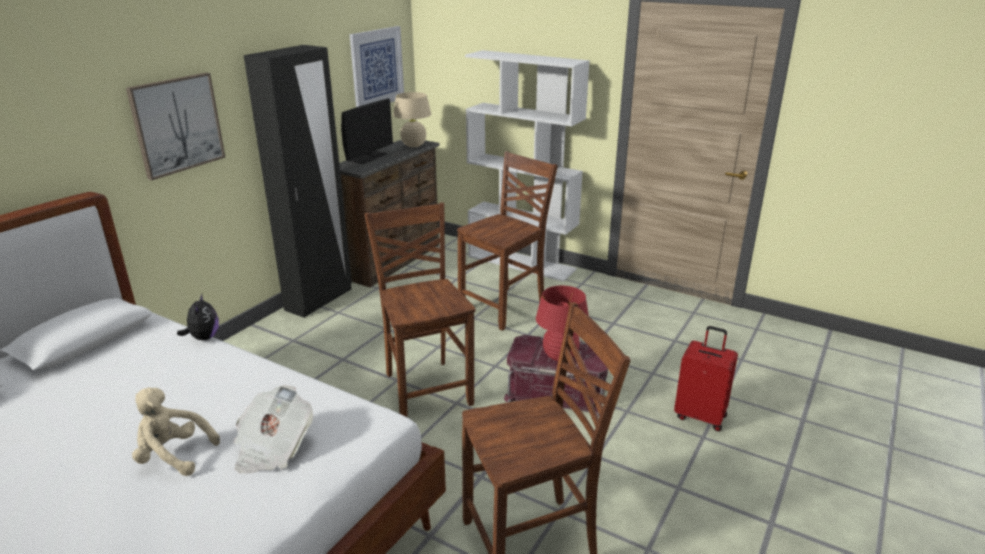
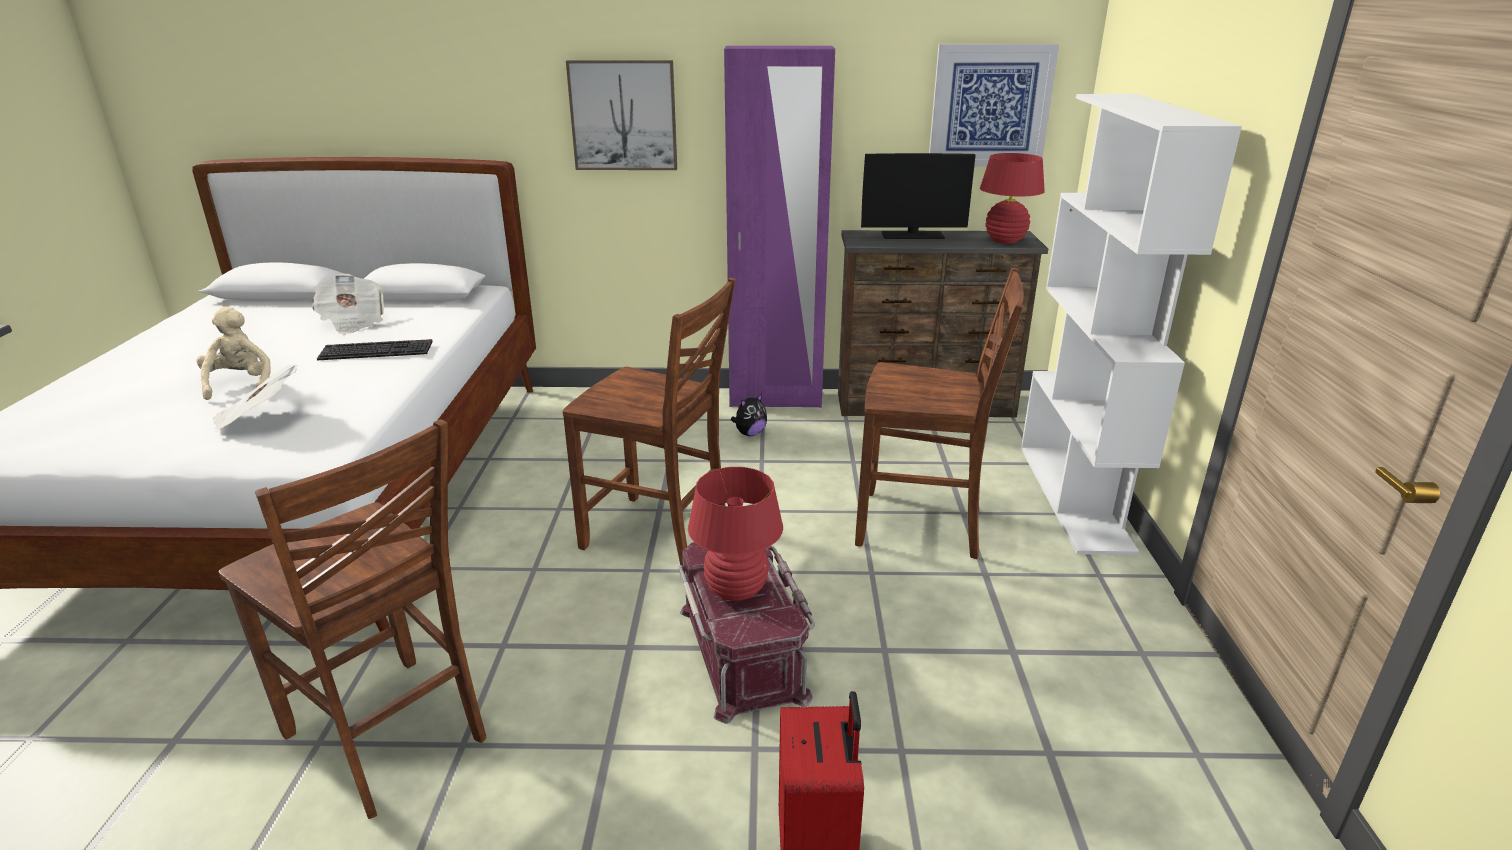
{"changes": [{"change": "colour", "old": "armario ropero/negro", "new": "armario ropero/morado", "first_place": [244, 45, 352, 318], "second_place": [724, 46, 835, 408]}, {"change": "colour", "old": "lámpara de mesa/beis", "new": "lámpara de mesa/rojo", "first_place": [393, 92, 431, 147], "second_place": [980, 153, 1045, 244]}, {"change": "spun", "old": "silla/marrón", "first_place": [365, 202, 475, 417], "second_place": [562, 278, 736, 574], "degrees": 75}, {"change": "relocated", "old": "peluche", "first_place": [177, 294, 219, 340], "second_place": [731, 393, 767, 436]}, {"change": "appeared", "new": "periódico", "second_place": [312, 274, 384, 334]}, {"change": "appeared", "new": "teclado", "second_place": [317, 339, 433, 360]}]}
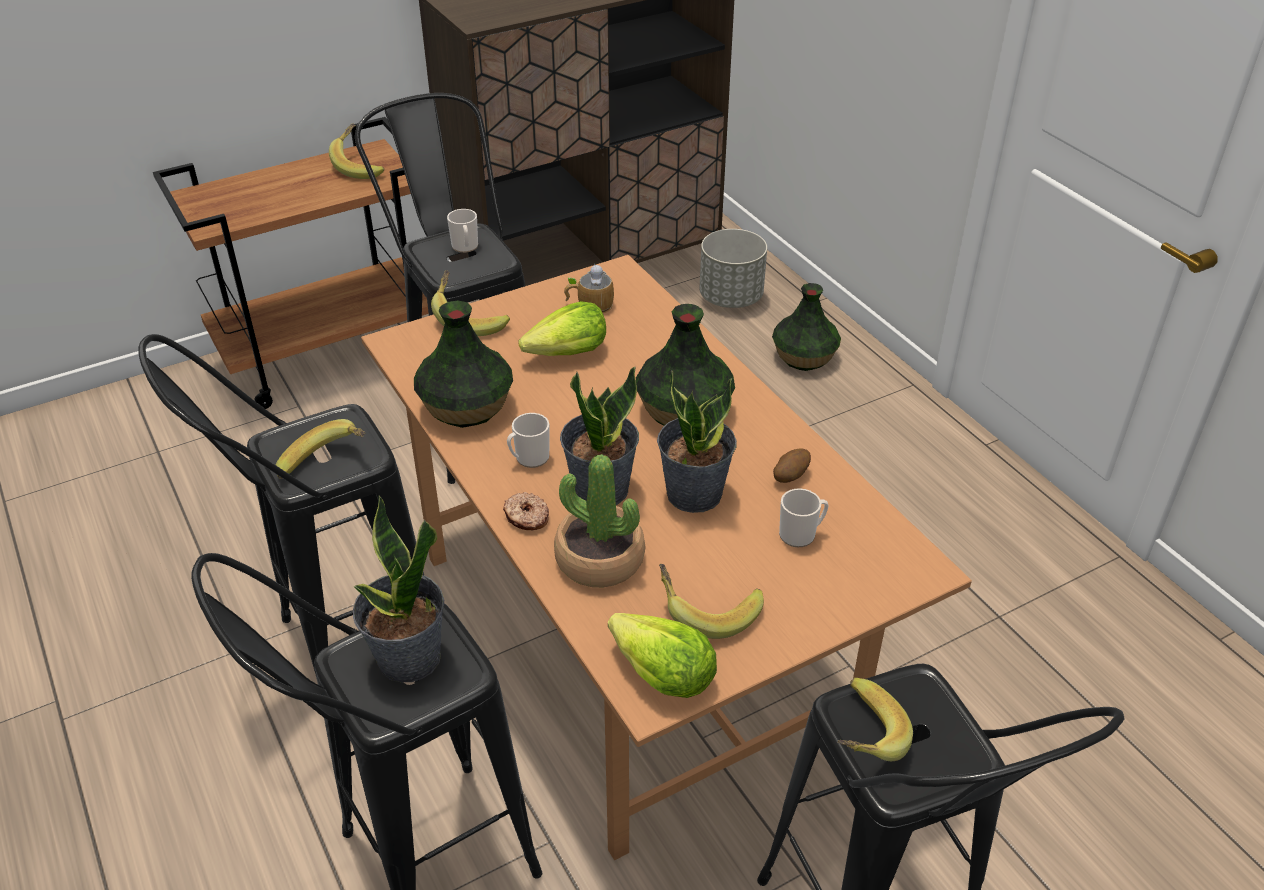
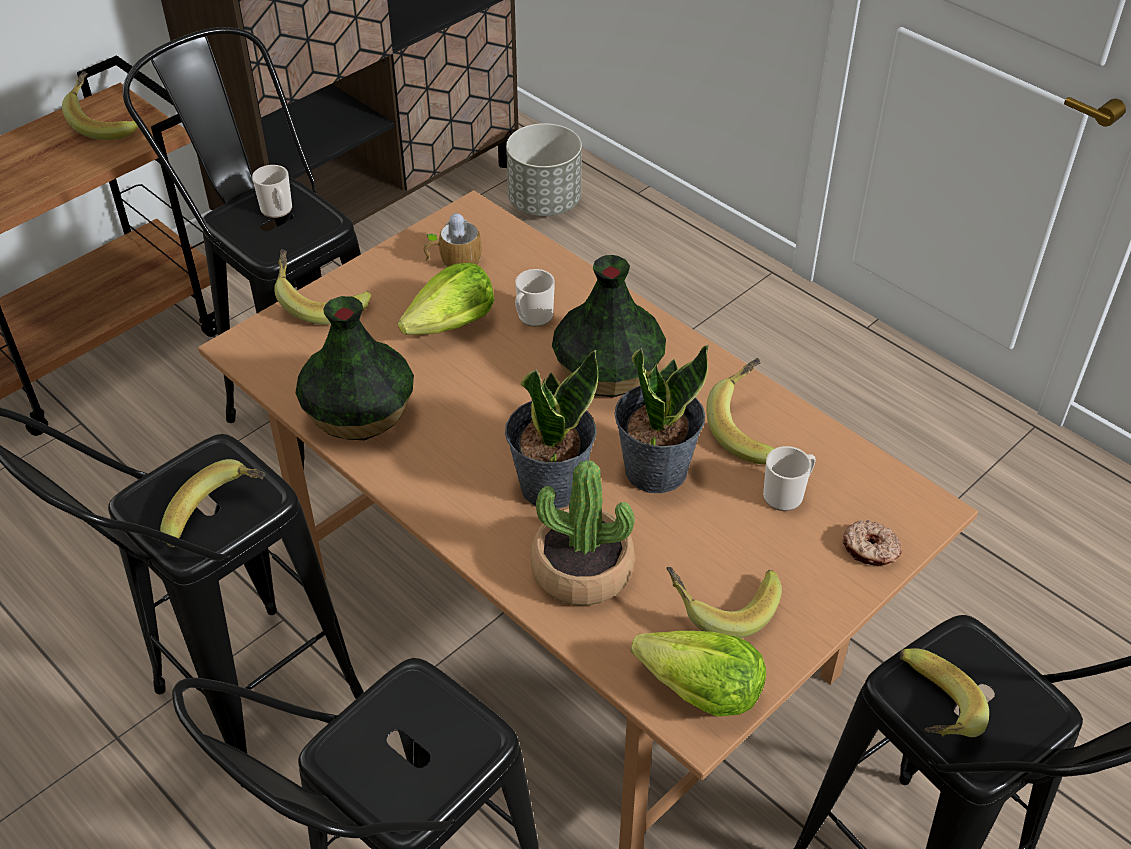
{"changes": [{"change": "missing", "old": "florero", "first_place": [772, 283, 841, 371]}, {"change": "relocated", "old": "taza grande", "first_place": [507, 413, 549, 468], "second_place": [515, 269, 555, 327]}, {"change": "exchanged", "old": "patata", "new": "plátano", "first_place": [773, 448, 811, 483], "second_place": [706, 358, 775, 464]}, {"change": "relocated", "old": "rosquilla", "first_place": [503, 492, 549, 531], "second_place": [843, 520, 902, 566]}, {"change": "missing", "old": "planta en maceta", "first_place": [353, 496, 444, 682]}]}
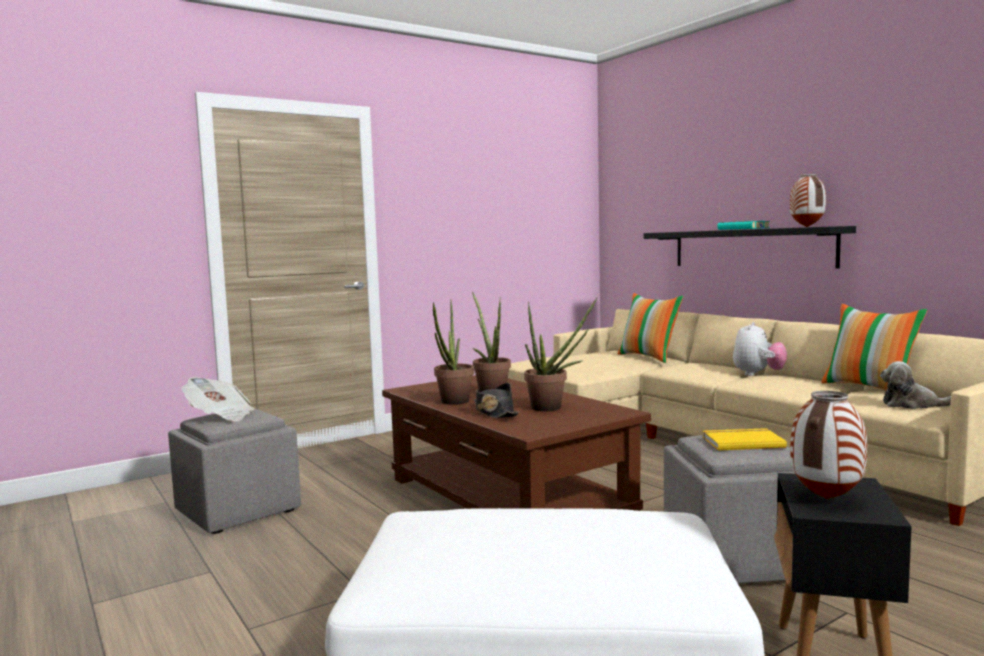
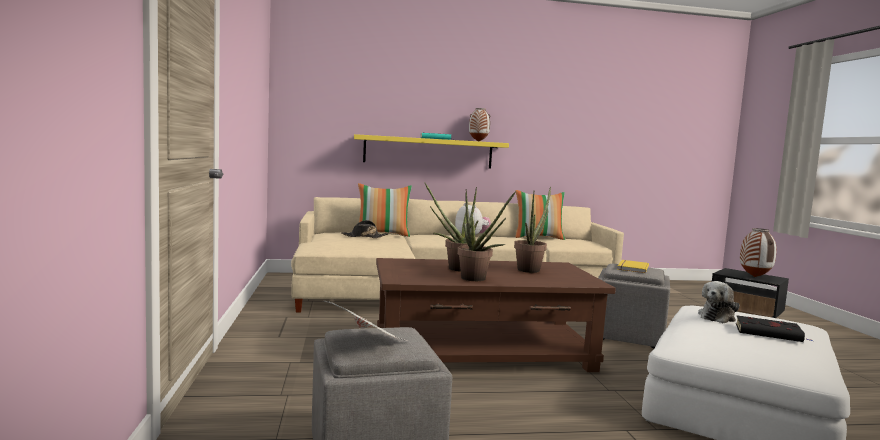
{"changes": [{"change": "colour", "old": "estante/negro", "new": "estante/amarillo", "first_place": [644, 226, 856, 269], "second_place": [354, 134, 509, 168]}, {"change": "relocated", "old": "peluche", "first_place": [880, 361, 951, 409], "second_place": [698, 281, 740, 323]}, {"change": "relocated", "old": "sombrero/negro", "first_place": [474, 383, 519, 418], "second_place": [341, 220, 389, 238]}, {"change": "appeared", "new": "libro/negro", "second_place": [736, 315, 812, 342]}]}
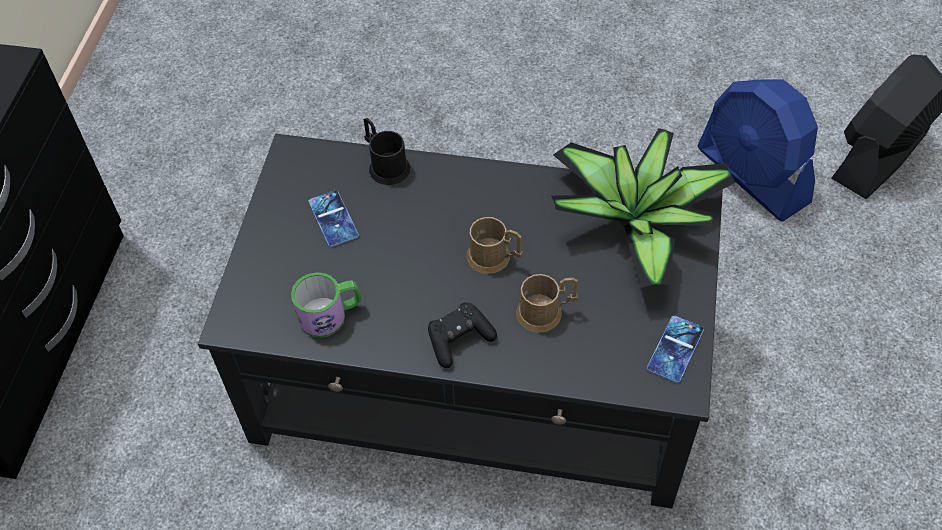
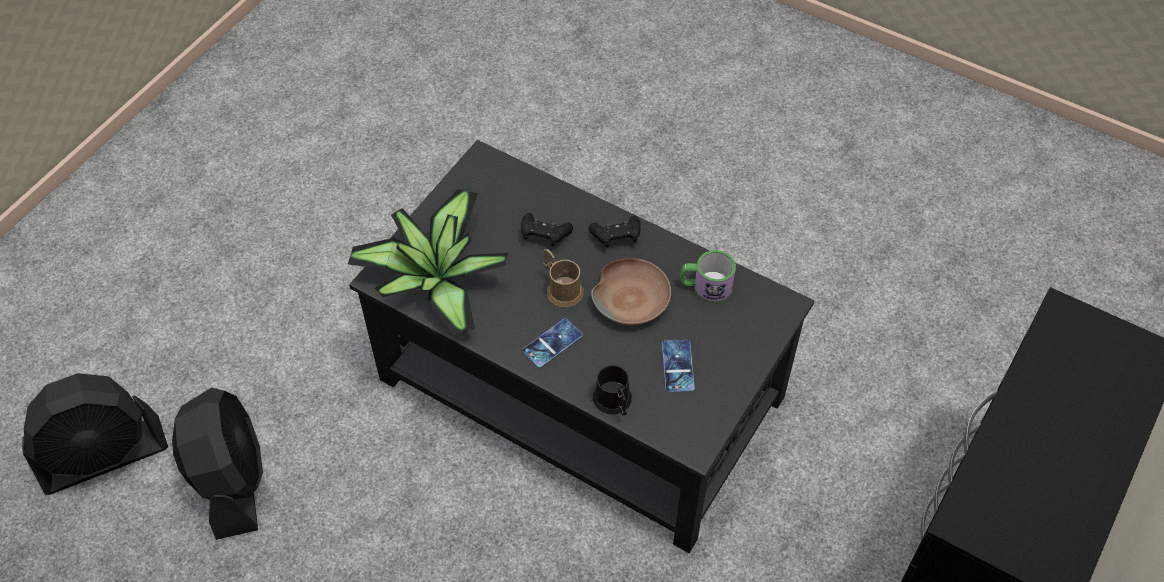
{"changes": [{"change": "colour", "old": "ventilador/azul", "new": "ventilador/negro", "first_place": [697, 79, 818, 221], "second_place": [172, 387, 263, 540]}, {"change": "exchanged", "old": "taza grande/marrón", "new": "mando de consola/negro", "first_place": [516, 274, 578, 333], "second_place": [521, 213, 573, 246]}, {"change": "relocated", "old": "móvil", "first_place": [647, 316, 704, 383], "second_place": [522, 318, 583, 368]}, {"change": "appeared", "new": "cuenco/marrón", "second_place": [591, 258, 671, 325]}]}
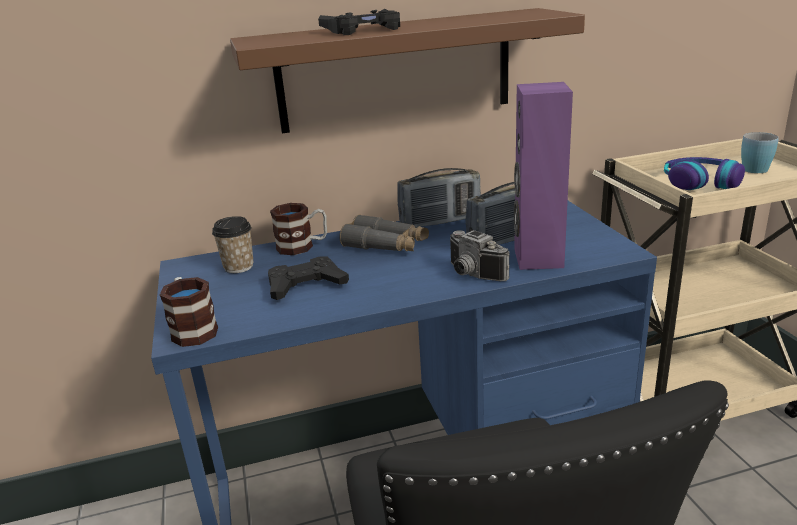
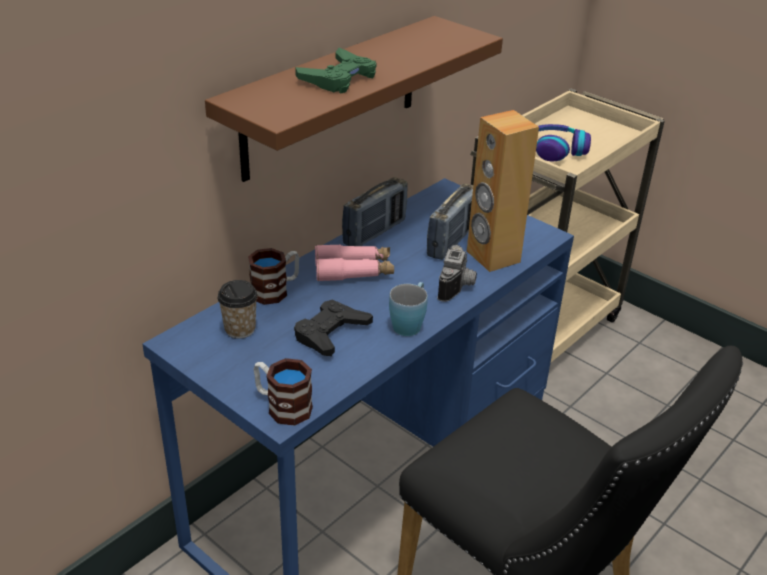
{"changes": [{"change": "colour", "old": "mando de consola/negro", "new": "mando de consola/verde", "first_place": [318, 9, 400, 35], "second_place": [295, 48, 376, 93]}, {"change": "colour", "old": "altavoz/morado", "new": "altavoz/marrón", "first_place": [514, 82, 573, 270], "second_place": [467, 110, 539, 272]}, {"change": "relocated", "old": "taza grande/azul", "first_place": [741, 132, 779, 173], "second_place": [389, 282, 428, 336]}, {"change": "colour", "old": "prismáticos/gris", "new": "prismáticos/rosa", "first_place": [340, 215, 429, 251], "second_place": [315, 244, 394, 282]}, {"change": "spun", "old": "cámara", "first_place": [450, 230, 509, 281], "second_place": [437, 245, 477, 302], "degrees": -90}]}
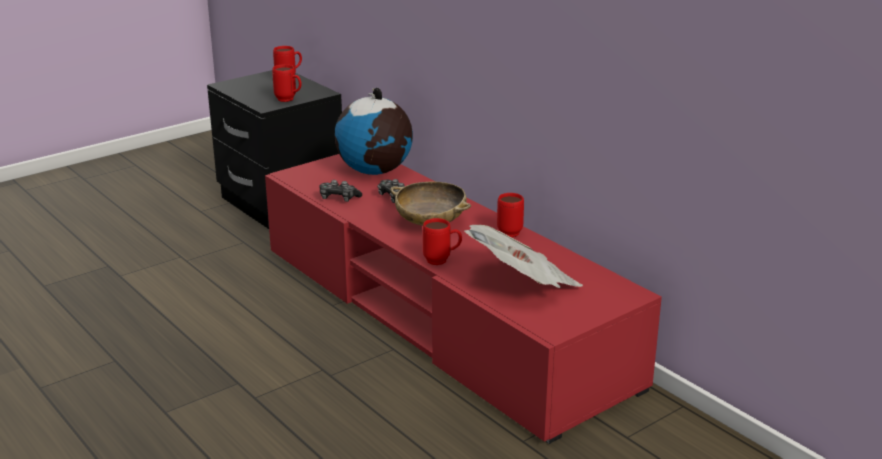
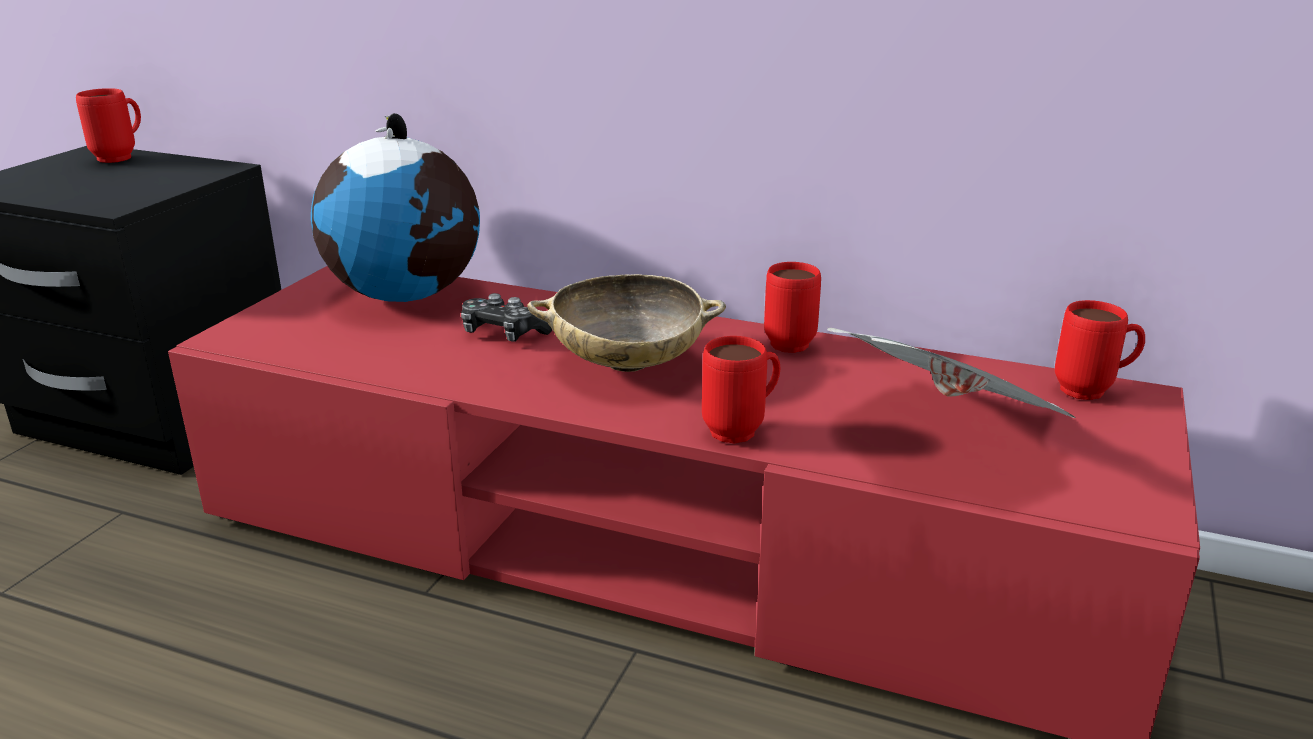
{"changes": [{"change": "relocated", "old": "taza grande/rojo", "first_place": [272, 64, 302, 102], "second_place": [1055, 300, 1145, 400]}, {"change": "missing", "old": "mando de consola", "first_place": [320, 180, 362, 202]}]}
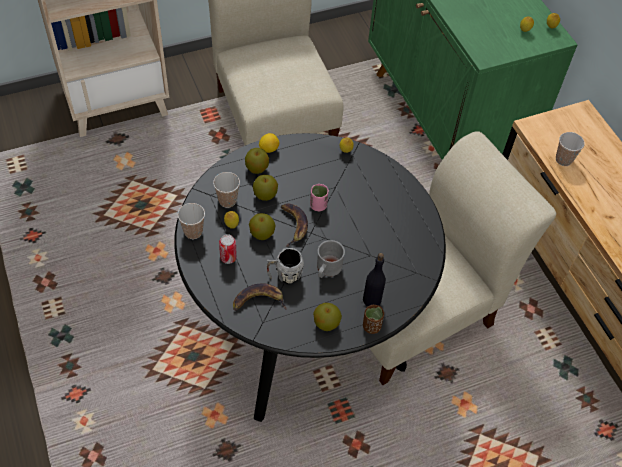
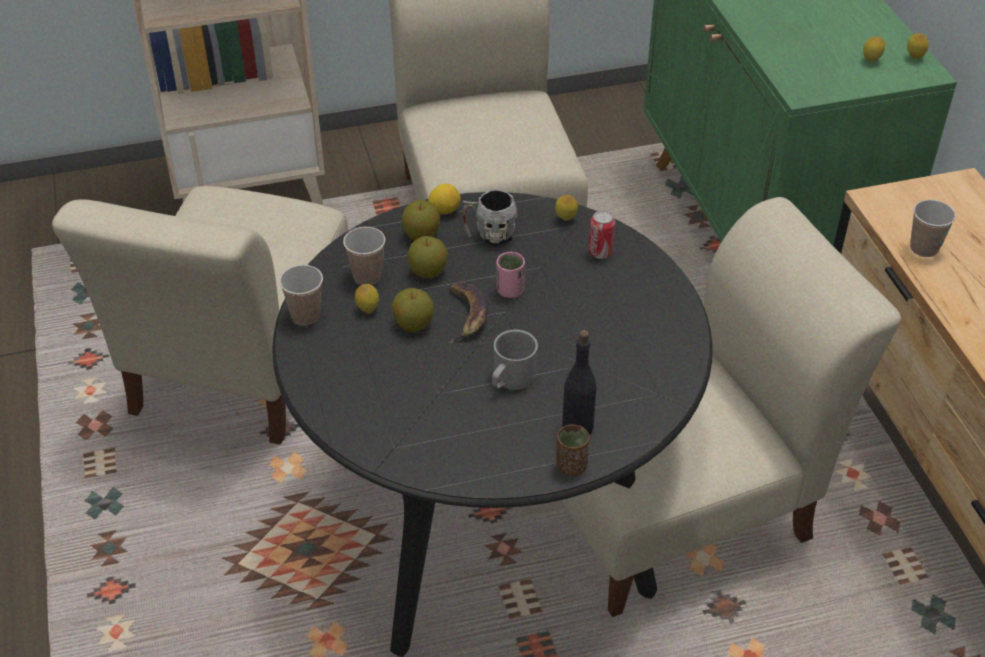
{"changes": [{"change": "relocated", "old": "lata", "first_place": [219, 234, 237, 264], "second_place": [589, 210, 615, 259]}, {"change": "relocated", "old": "taza grande/gris", "first_place": [266, 248, 304, 285], "second_place": [462, 190, 517, 246]}, {"change": "missing", "old": "plátano", "first_place": [233, 284, 287, 311]}, {"change": "missing", "old": "manzana", "first_place": [313, 303, 342, 331]}, {"change": "appeared", "new": "silla/beis", "second_place": [52, 186, 348, 445]}]}
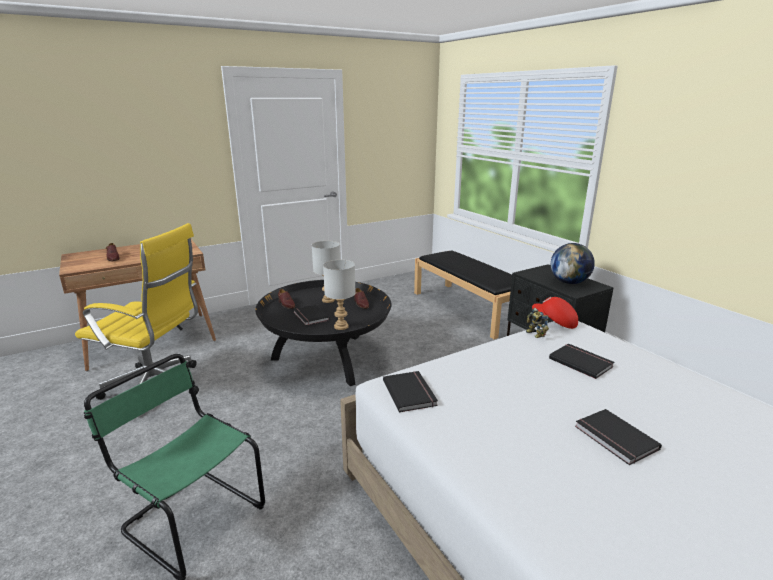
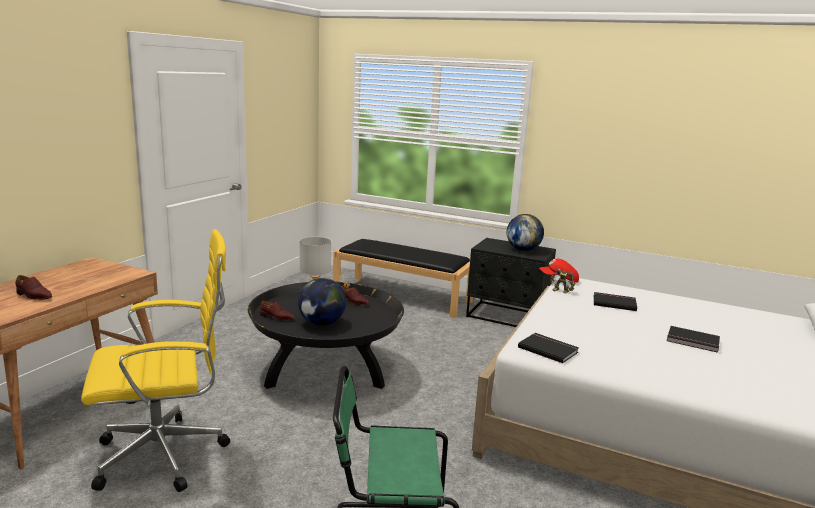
{"changes": [{"change": "missing", "old": "lámpara de mesa/gris", "first_place": [323, 260, 356, 330]}, {"change": "exchanged", "old": "libro/negro", "new": "globo terráqueo", "first_place": [293, 305, 329, 326], "second_place": [298, 278, 346, 326]}]}
